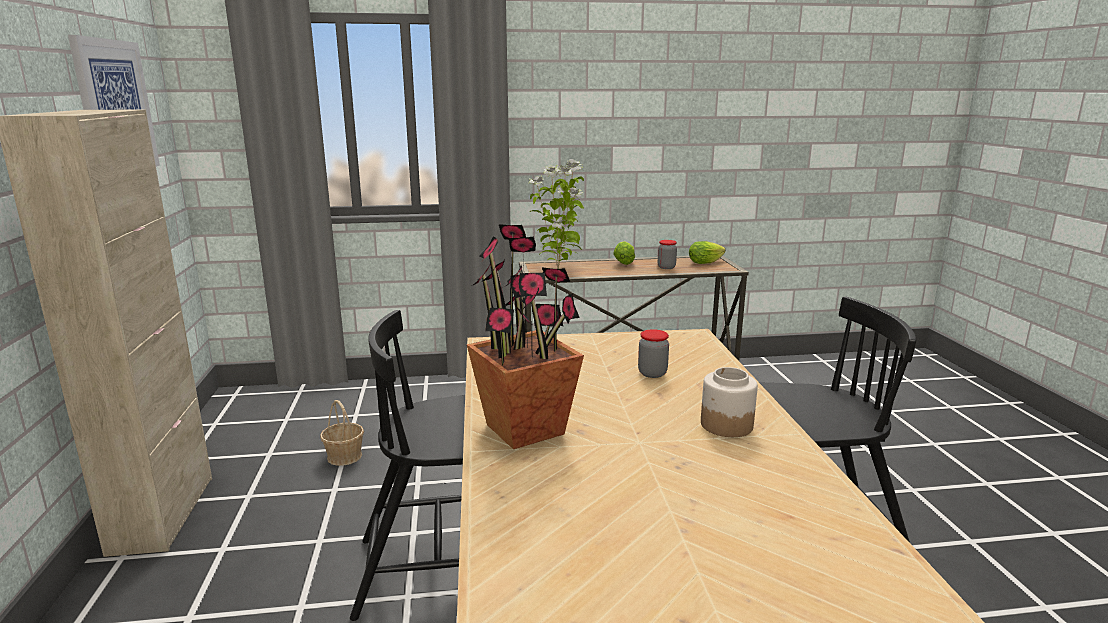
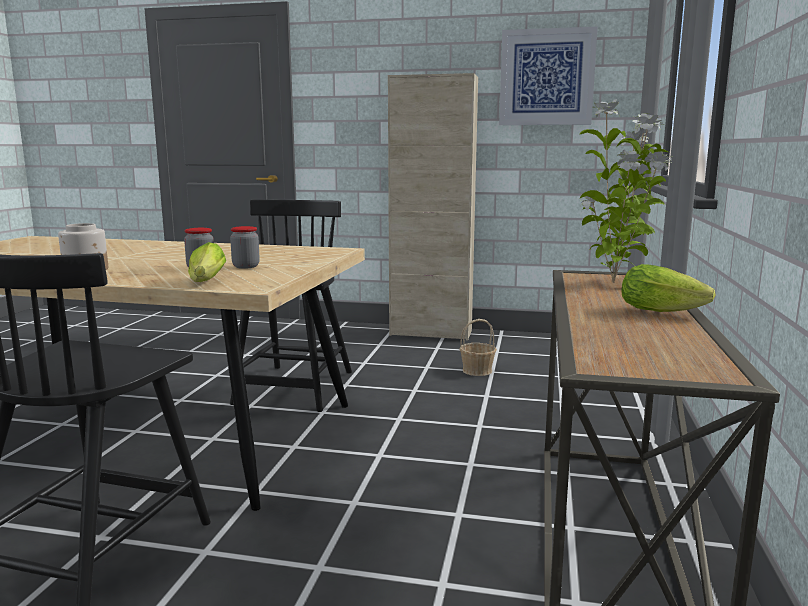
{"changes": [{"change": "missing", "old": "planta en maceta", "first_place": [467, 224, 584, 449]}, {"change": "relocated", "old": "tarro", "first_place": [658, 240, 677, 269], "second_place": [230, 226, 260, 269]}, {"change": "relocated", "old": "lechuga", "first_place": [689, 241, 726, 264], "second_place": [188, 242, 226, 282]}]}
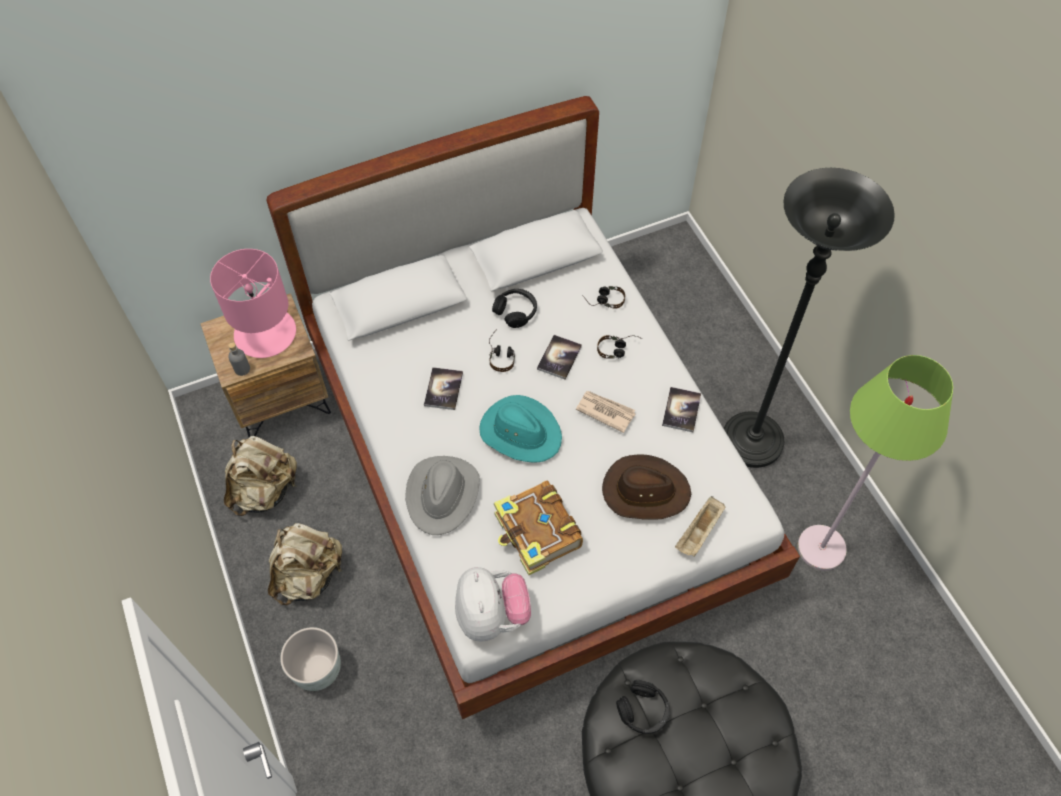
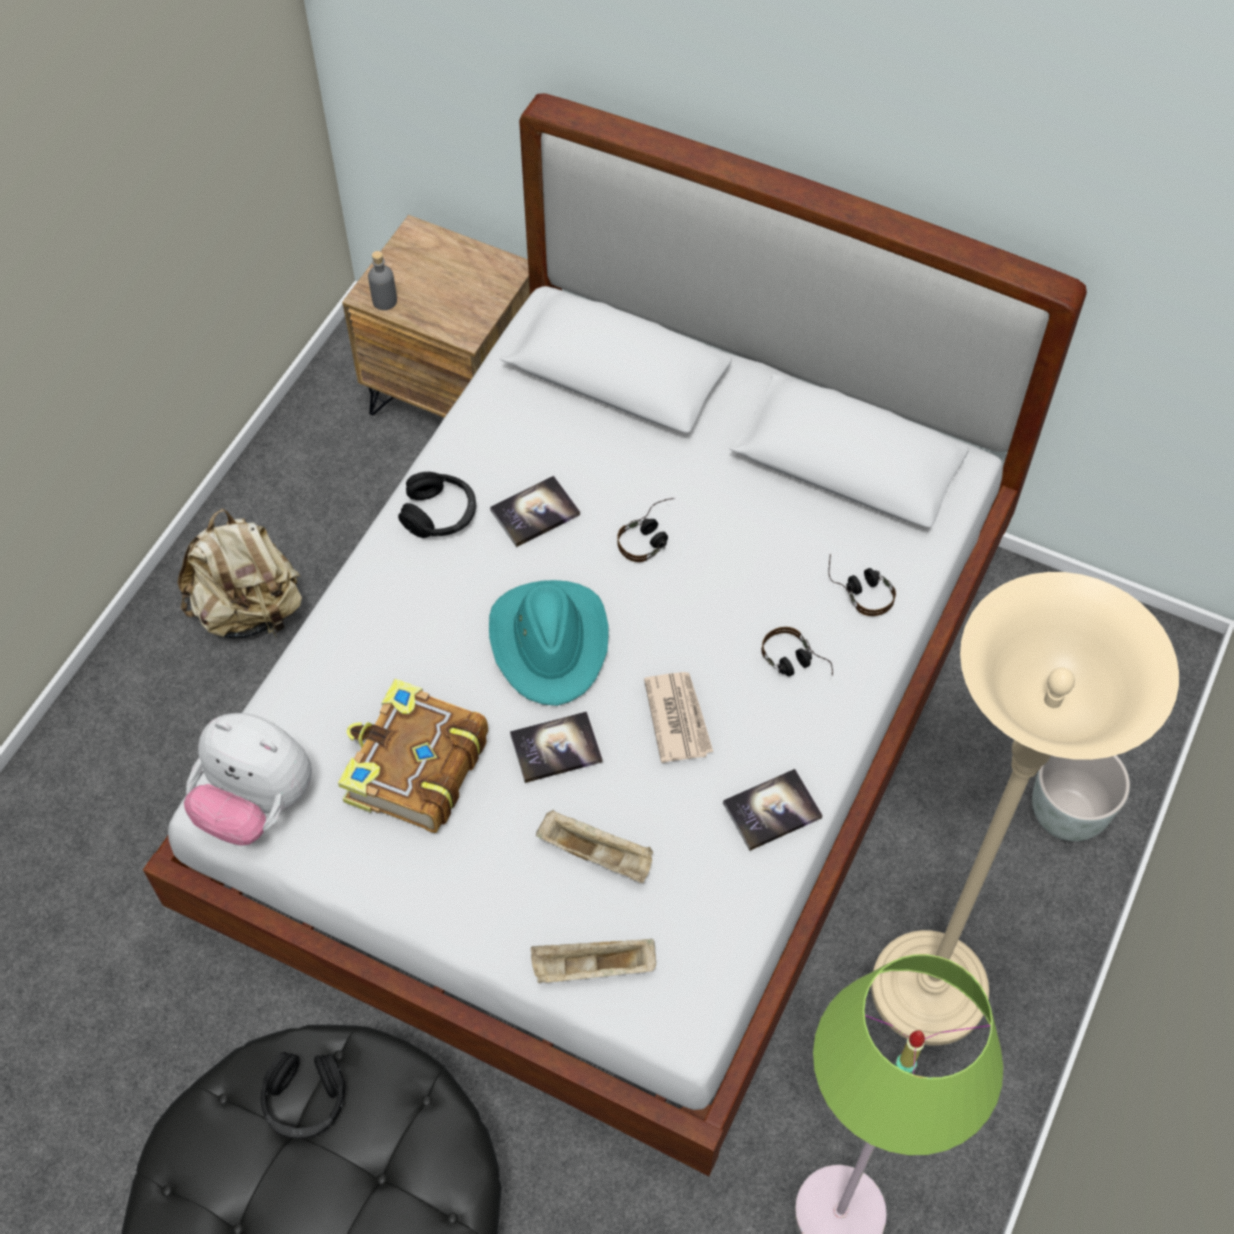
{"changes": [{"change": "colour", "old": "lámpara de pie/negro", "new": "lámpara de pie/beis", "first_place": [724, 168, 895, 468], "second_place": [871, 572, 1179, 1046]}, {"change": "missing", "old": "lámpara de mesa/rosa", "first_place": [210, 249, 296, 358]}, {"change": "relocated", "old": "auriculares/negro", "first_place": [492, 289, 537, 328], "second_place": [398, 472, 476, 538]}, {"change": "relocated", "old": "libro", "first_place": [537, 335, 582, 380], "second_place": [510, 711, 603, 783]}, {"change": "missing", "old": "mochila/beis", "first_place": [224, 436, 297, 516]}, {"change": "exchanged", "old": "sombrero/marrón", "new": "bandeja/beis", "first_place": [602, 455, 691, 520], "second_place": [536, 810, 653, 883]}, {"change": "missing", "old": "sombrero/gris", "first_place": [405, 456, 480, 535]}, {"change": "spun", "old": "peluche", "first_place": [455, 567, 531, 642], "second_place": [184, 713, 312, 846], "degrees": 75}, {"change": "relocated", "old": "maceta/gris", "first_place": [280, 627, 341, 691], "second_place": [1032, 755, 1130, 841]}]}
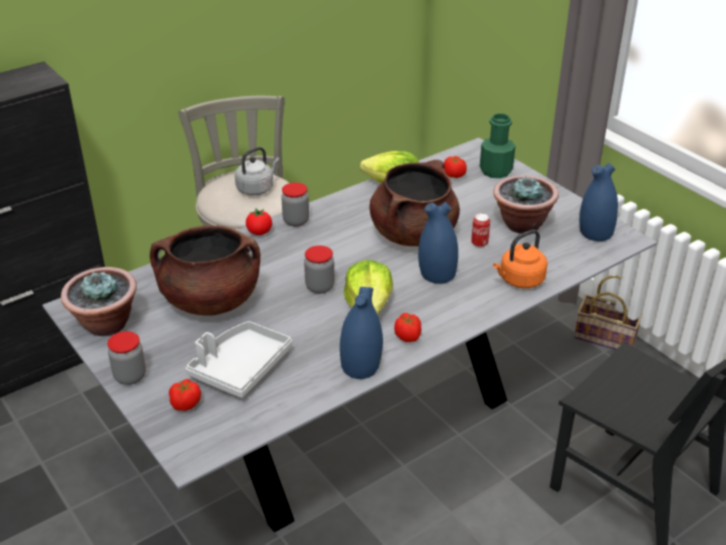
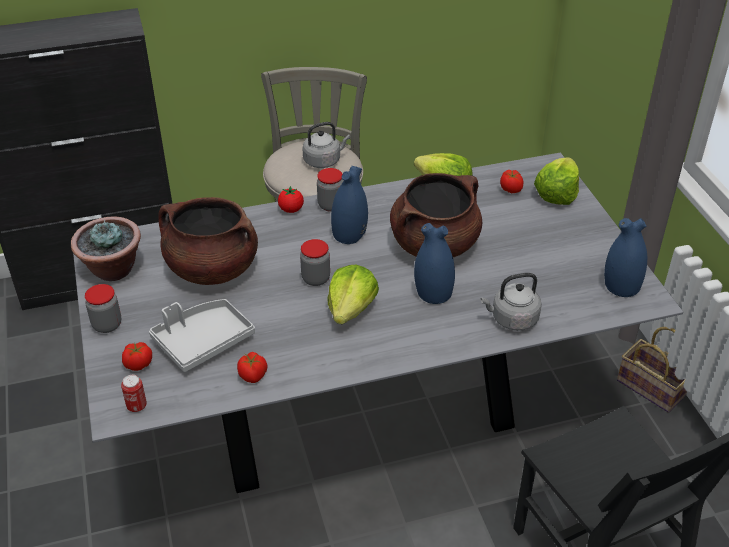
{"changes": [{"change": "exchanged", "old": "botella/verde", "new": "lechuga", "first_place": [480, 113, 515, 178], "second_place": [534, 157, 579, 205]}, {"change": "missing", "old": "planta en maceta", "first_place": [493, 175, 559, 234]}, {"change": "relocated", "old": "lata", "first_place": [471, 213, 490, 247], "second_place": [121, 375, 147, 412]}, {"change": "colour", "old": "hervidor/naranja", "new": "hervidor/gris", "first_place": [493, 230, 548, 288], "second_place": [480, 273, 542, 331]}, {"change": "relocated", "old": "florero/azul", "first_place": [340, 287, 383, 379], "second_place": [331, 166, 368, 244]}, {"change": "relocated", "old": "tomate", "first_place": [394, 313, 421, 342], "second_place": [237, 352, 268, 383]}]}
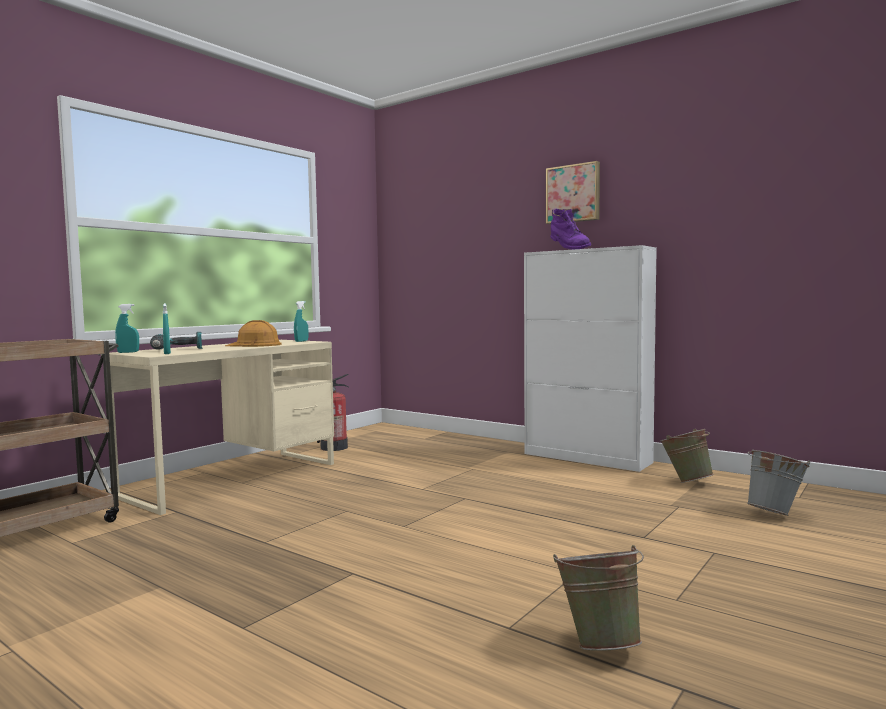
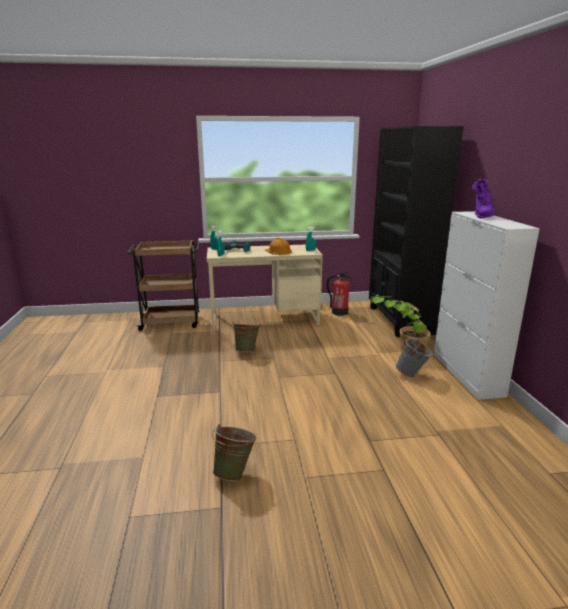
{"changes": [{"change": "missing", "old": "cuadro", "first_place": [546, 161, 600, 224]}, {"change": "relocated", "old": "cubo/verde", "first_place": [660, 429, 714, 483], "second_place": [232, 322, 261, 352]}, {"change": "relocated", "old": "cubo/gris", "first_place": [747, 450, 810, 516], "second_place": [396, 339, 433, 377]}, {"change": "appeared", "new": "estantería/negro", "second_place": [369, 126, 464, 337]}, {"change": "appeared", "new": "planta en maceta", "second_place": [370, 295, 431, 350]}]}
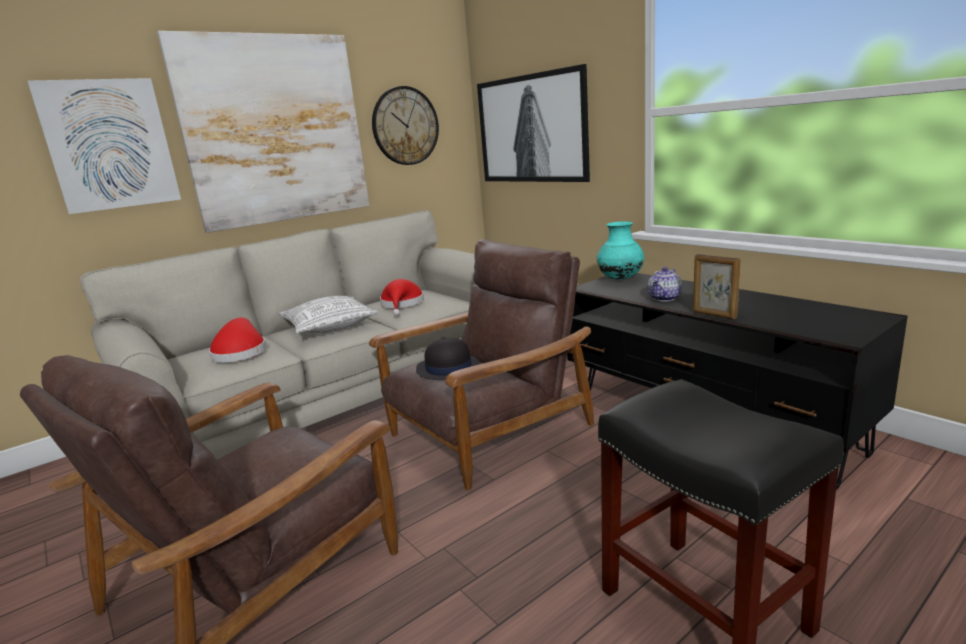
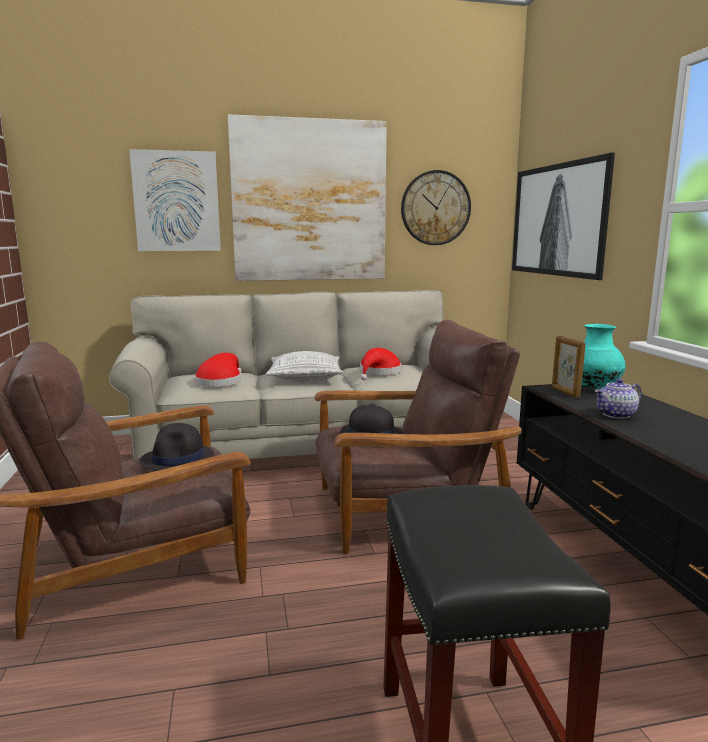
{"changes": [{"change": "relocated", "old": "portarretratos", "first_place": [693, 254, 741, 319], "second_place": [552, 336, 586, 398]}, {"change": "appeared", "new": "sombrero/negro", "second_place": [140, 423, 214, 471]}]}
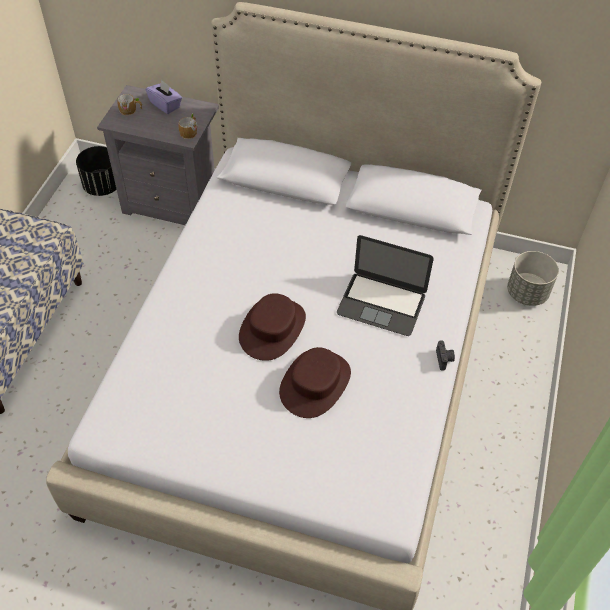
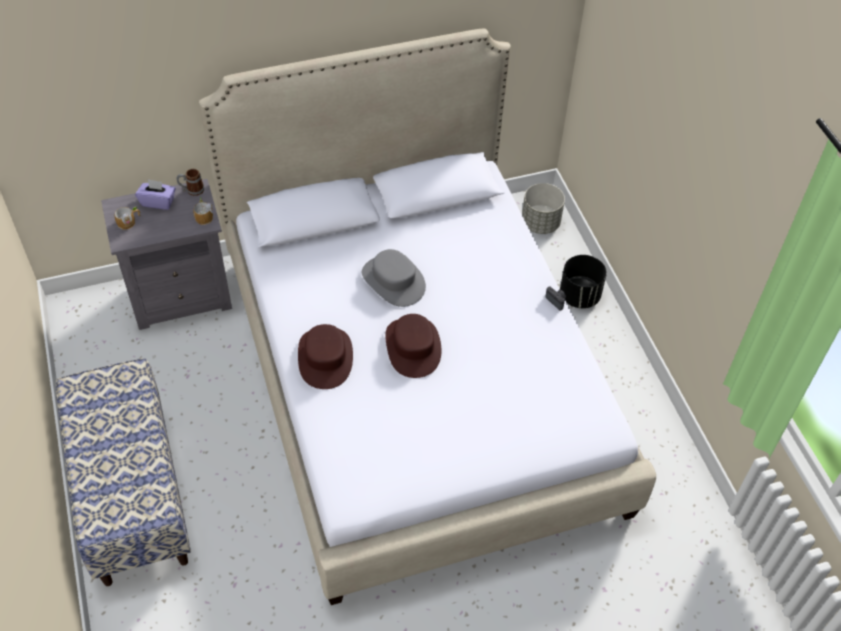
{"changes": [{"change": "relocated", "old": "maceta/negro", "first_place": [76, 146, 117, 196], "second_place": [560, 255, 607, 308]}, {"change": "missing", "old": "portátil", "first_place": [337, 235, 434, 336]}, {"change": "relocated", "old": "sombrero/marrón", "first_place": [279, 347, 351, 418], "second_place": [298, 324, 353, 389]}, {"change": "appeared", "new": "taza grande", "second_place": [177, 169, 204, 196]}, {"change": "appeared", "new": "sombrero/gris", "second_place": [362, 249, 426, 307]}]}
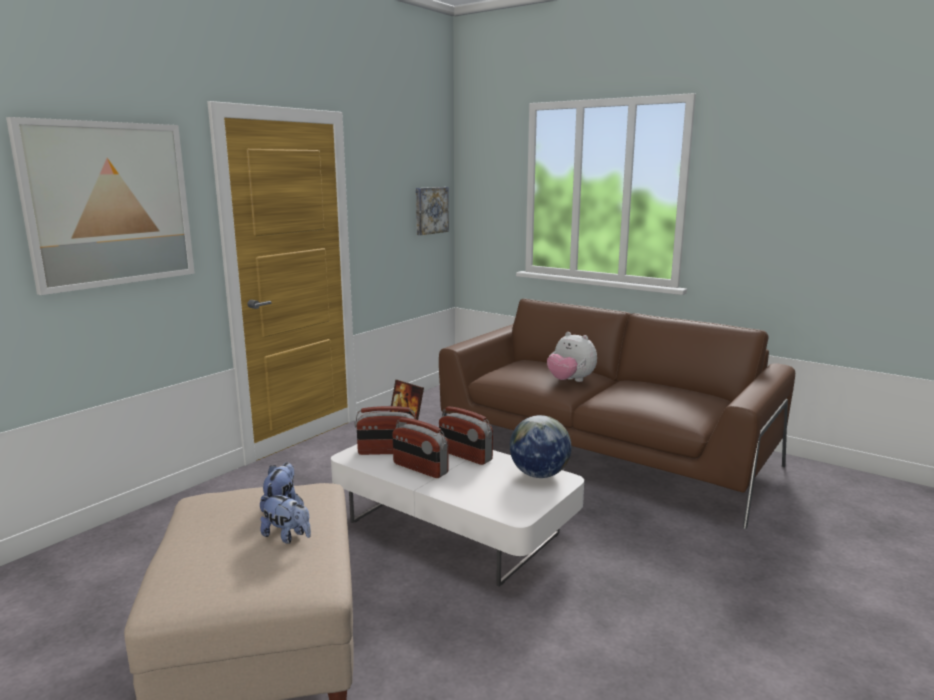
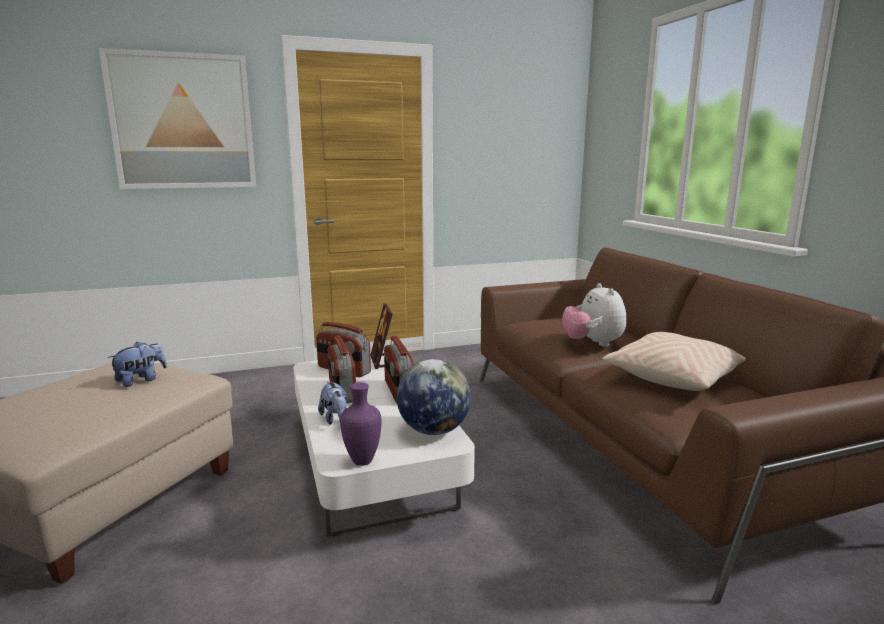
{"changes": [{"change": "missing", "old": "cuadro", "first_place": [416, 187, 449, 235]}, {"change": "relocated", "old": "peluche", "first_place": [260, 494, 311, 544], "second_place": [318, 381, 347, 425]}, {"change": "appeared", "new": "cojín/beis", "second_place": [602, 332, 746, 391]}, {"change": "appeared", "new": "florero/morado", "second_place": [340, 382, 382, 466]}]}
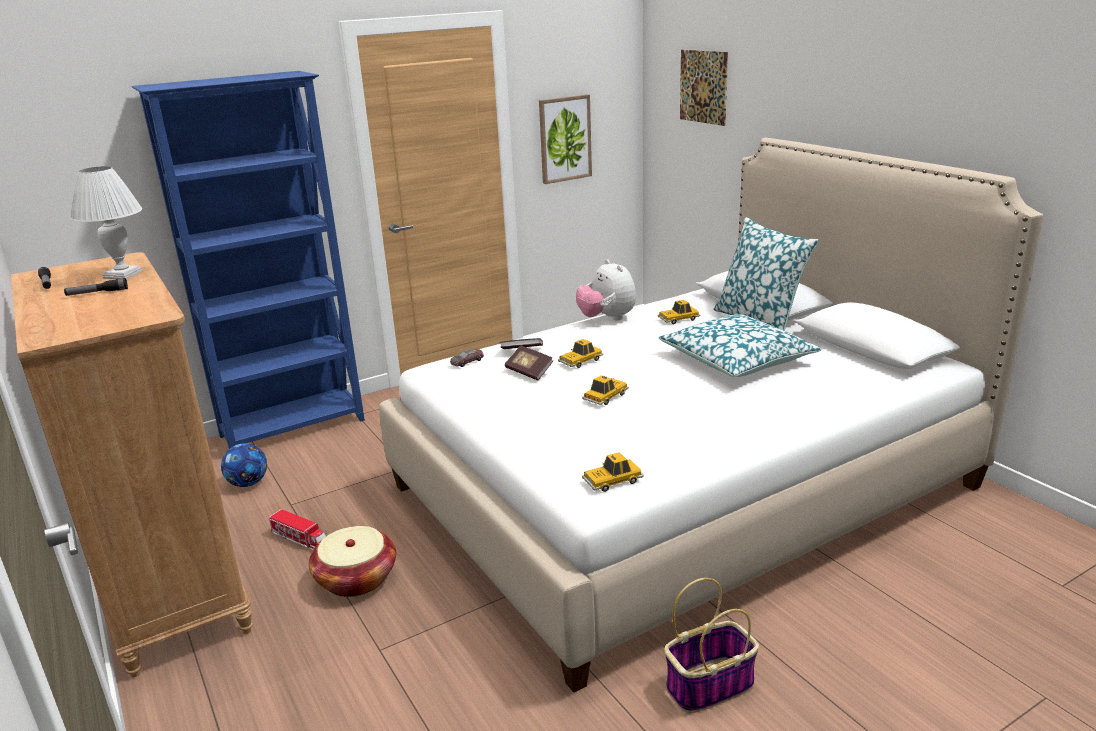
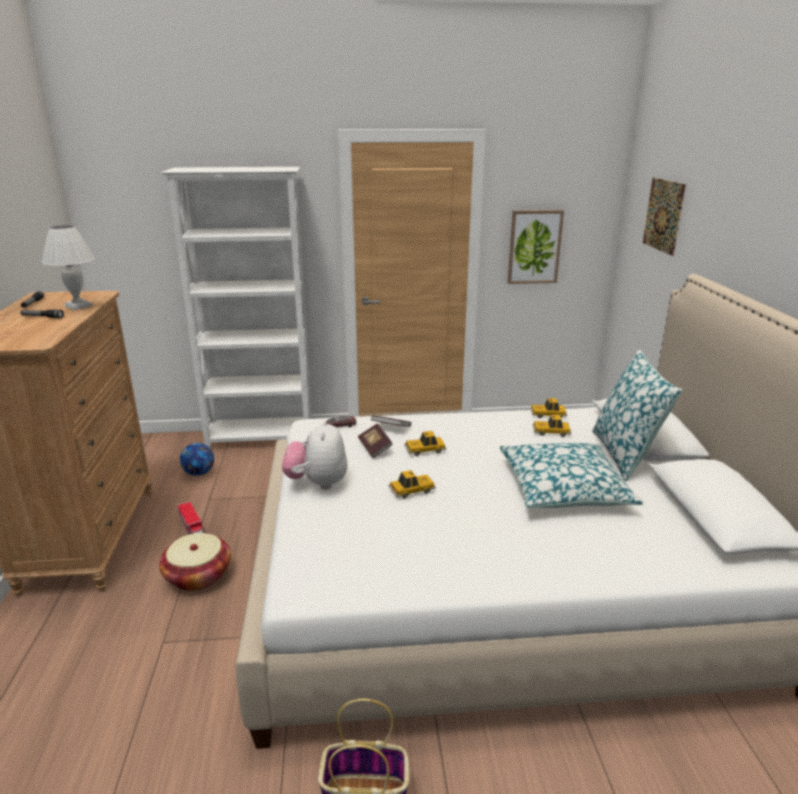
{"changes": [{"change": "colour", "old": "estantería/azul", "new": "estantería/blanco", "first_place": [132, 71, 365, 449], "second_place": [161, 167, 312, 448]}, {"change": "relocated", "old": "peluche", "first_place": [576, 259, 636, 321], "second_place": [282, 420, 347, 490]}, {"change": "relocated", "old": "coche de juguete", "first_place": [582, 452, 644, 492], "second_place": [530, 398, 567, 418]}]}
